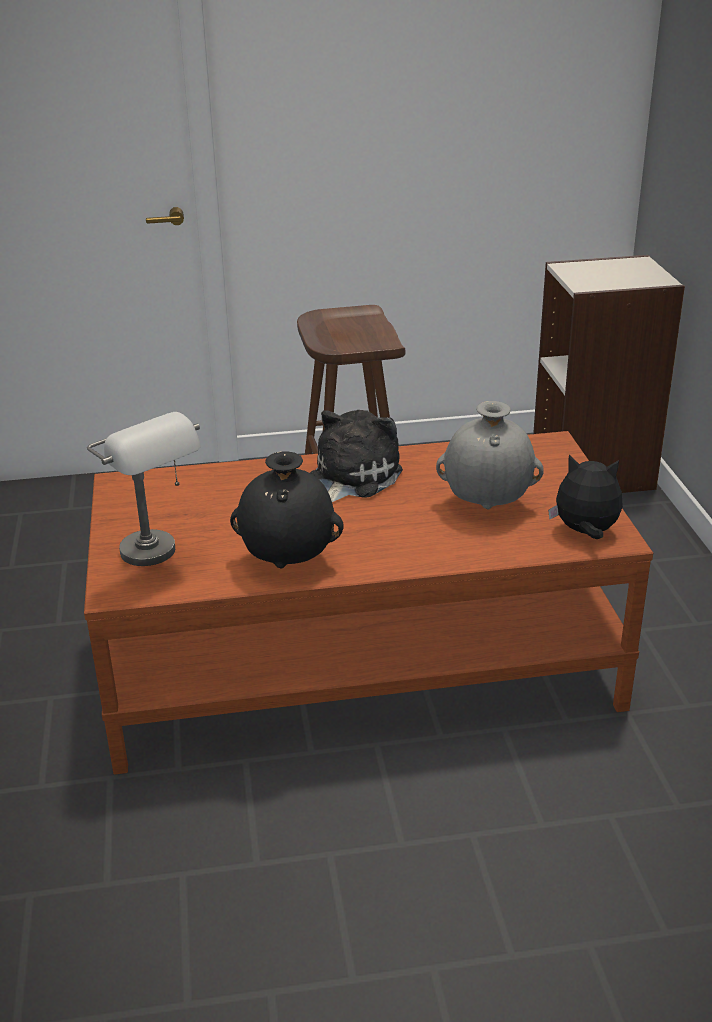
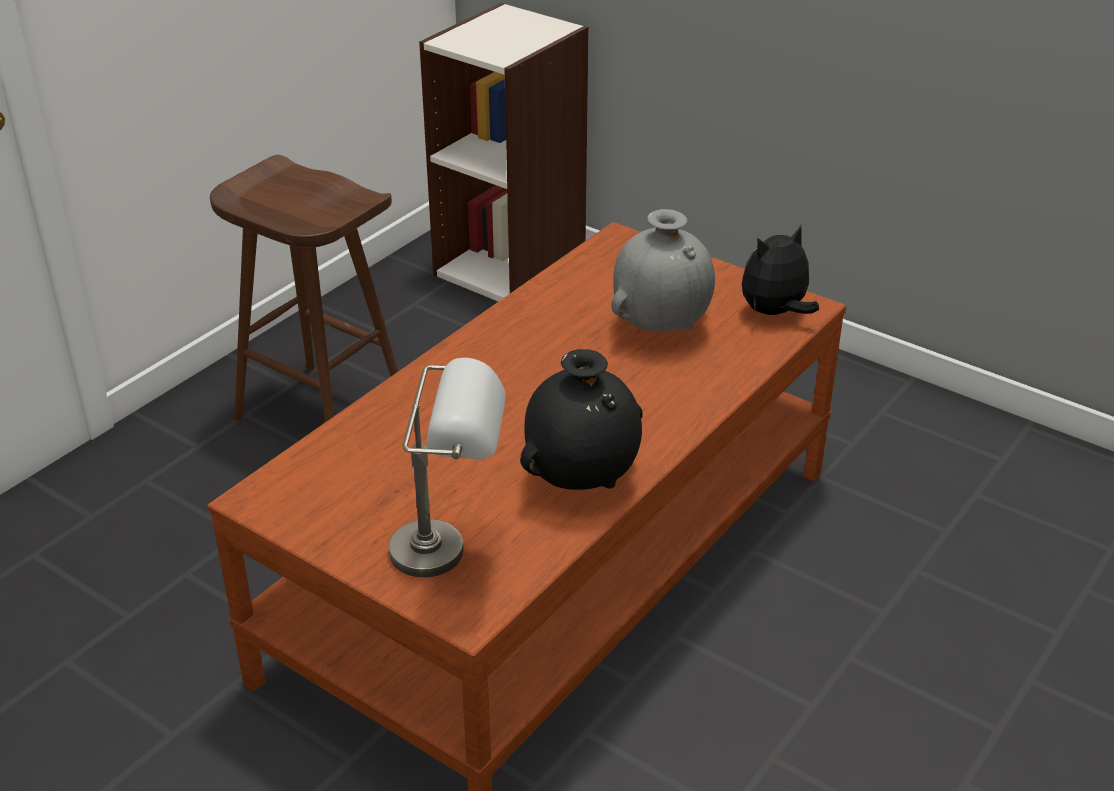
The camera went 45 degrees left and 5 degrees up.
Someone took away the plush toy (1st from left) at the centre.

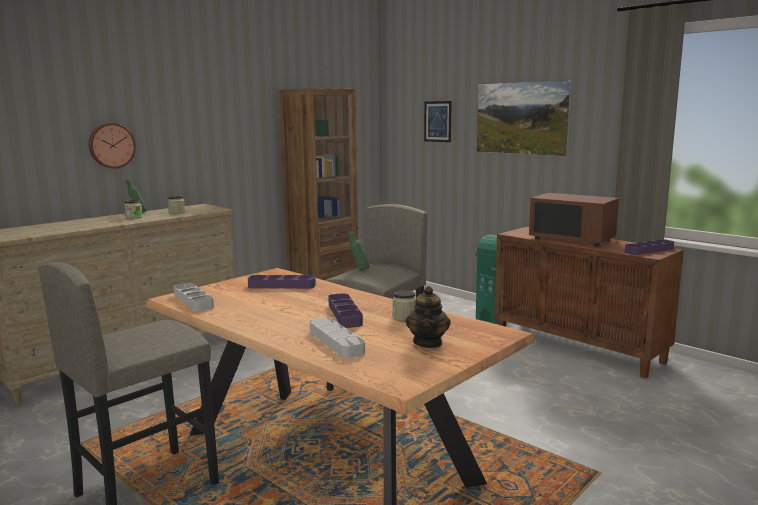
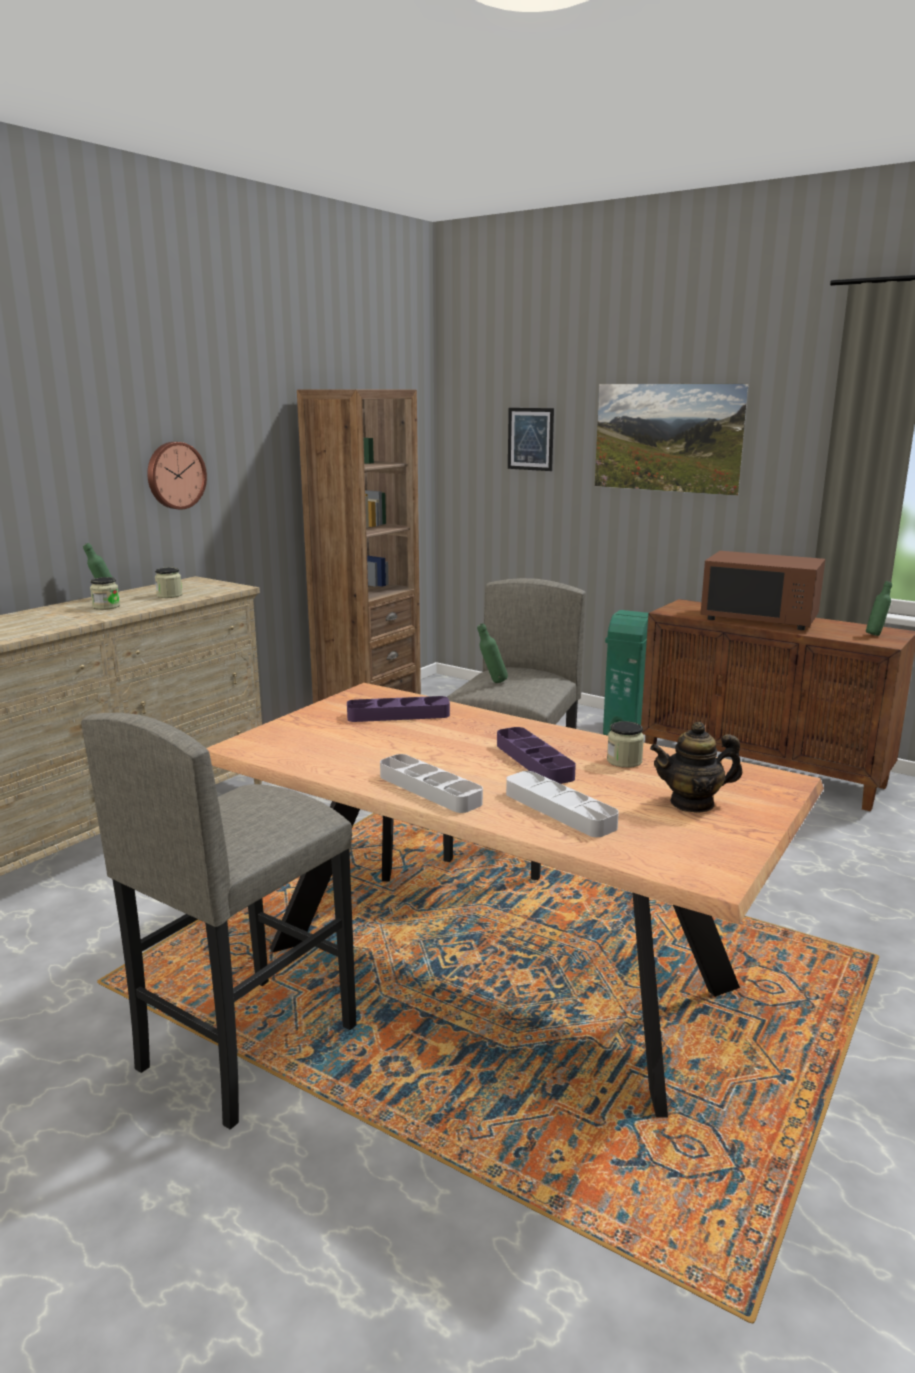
The camera went 10 degrees left and 5 degrees up.
Someone carried the wall clock from the top left to the middle left.
Someone carried the tray in grey (1st from left) from the middle left to the centre.
Someone swapped the tray in purple (3rd from left) at the middle right for the bottle in green (3rd from left) at the middle right.
Someone rotated the teapot at the centre by 90 degrees clockwise.

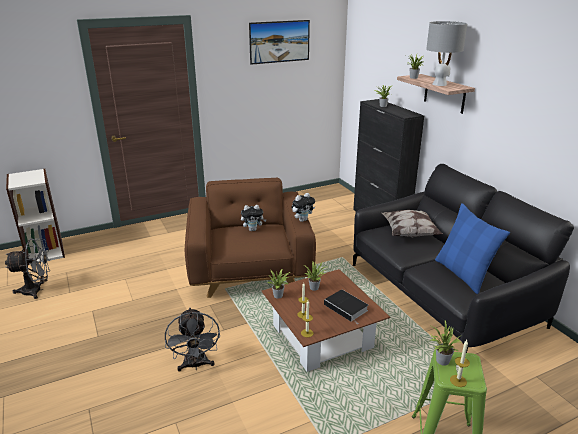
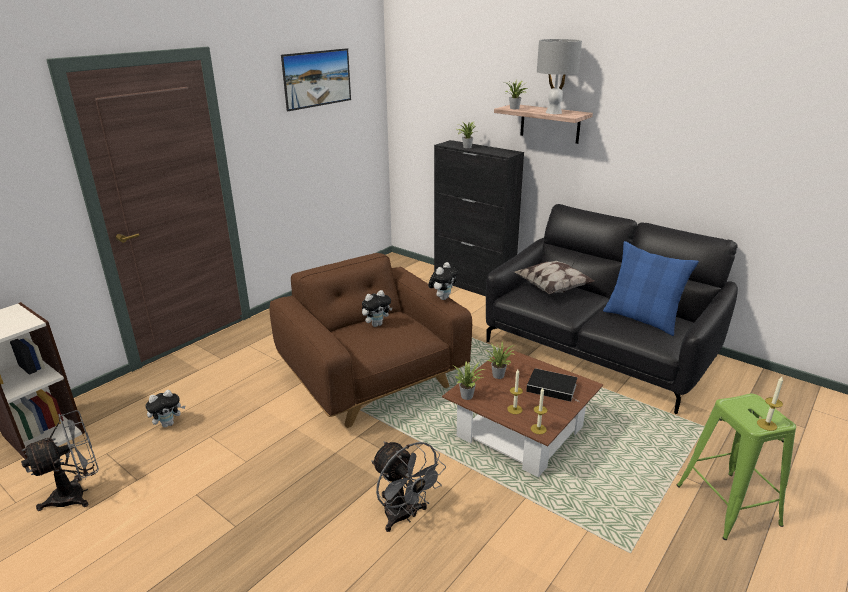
The camera went 25 degrees left and 0 degrees up.
Someone took away the potted plant (5th from left) at the bottom right.
Someone put down the plush toy (1st from left) at the bottom left.

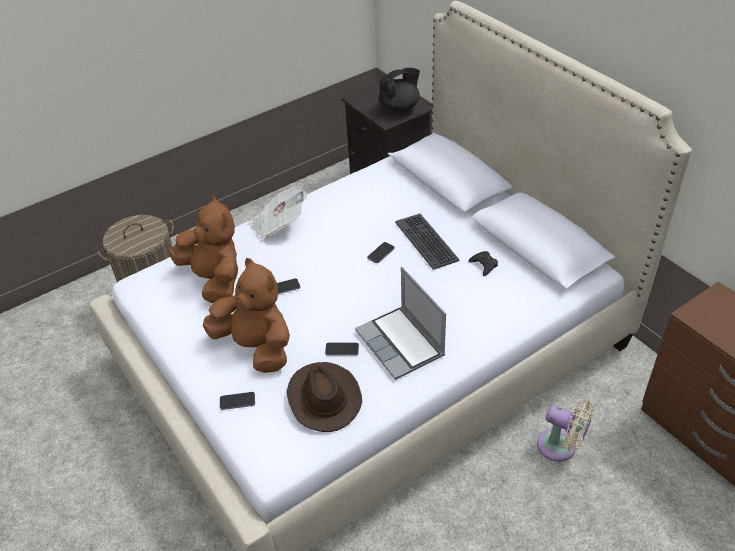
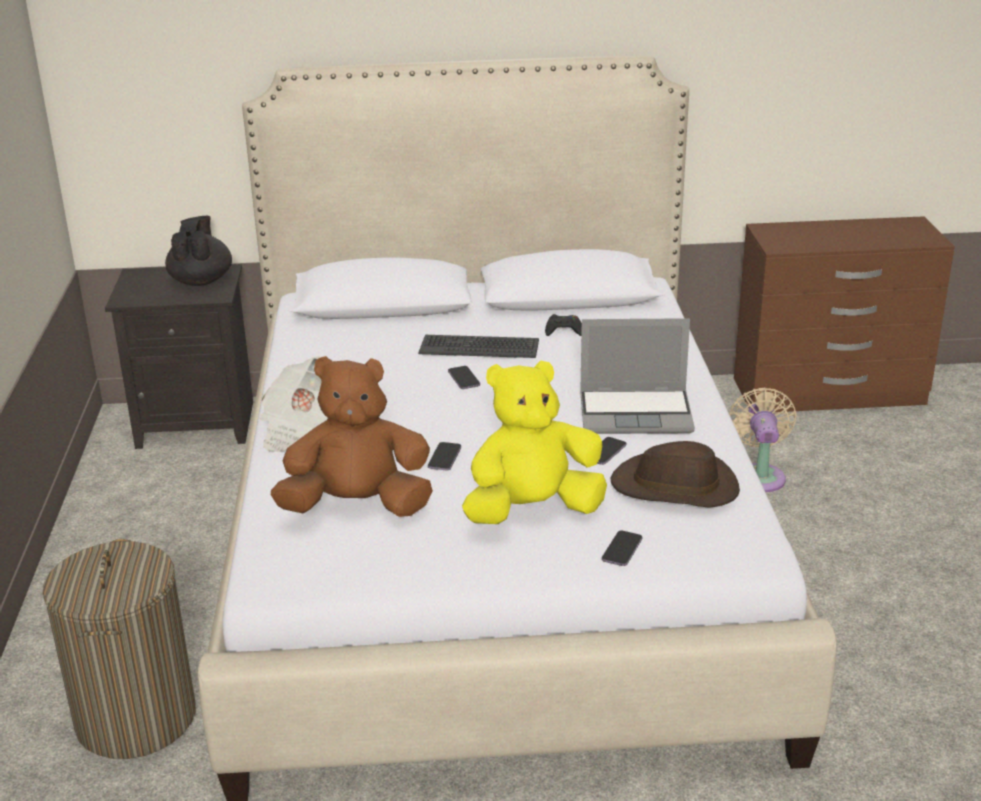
The camera went 60 degrees left and 15 degrees down.
Someone repainted the plush toy in brown (2nd from left) at the centre, which became the plush toy in yellow at the centre.
Someone rotated the fan in beige at the bottom right by 60 degrees counterclockwise.

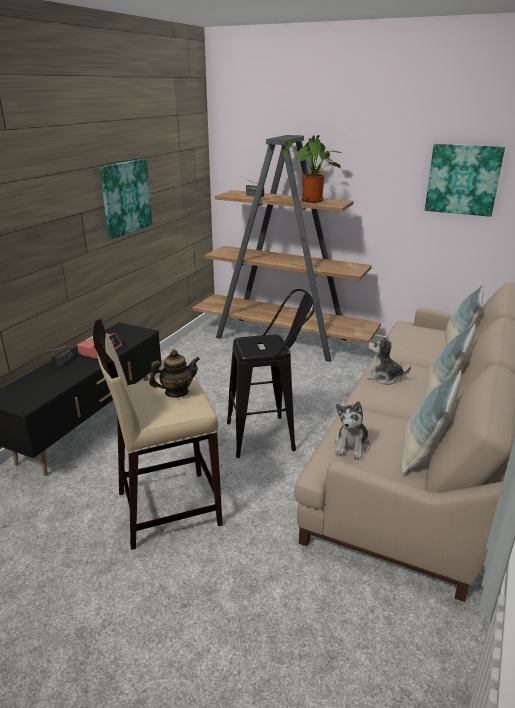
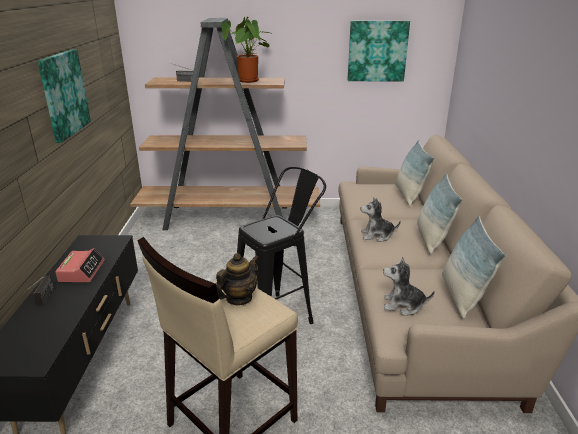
The camera went 25 degrees left and 0 degrees up.
Someone rotated the plush toy (1st from left in the first image) at the middle right by 105 degrees clockwise.

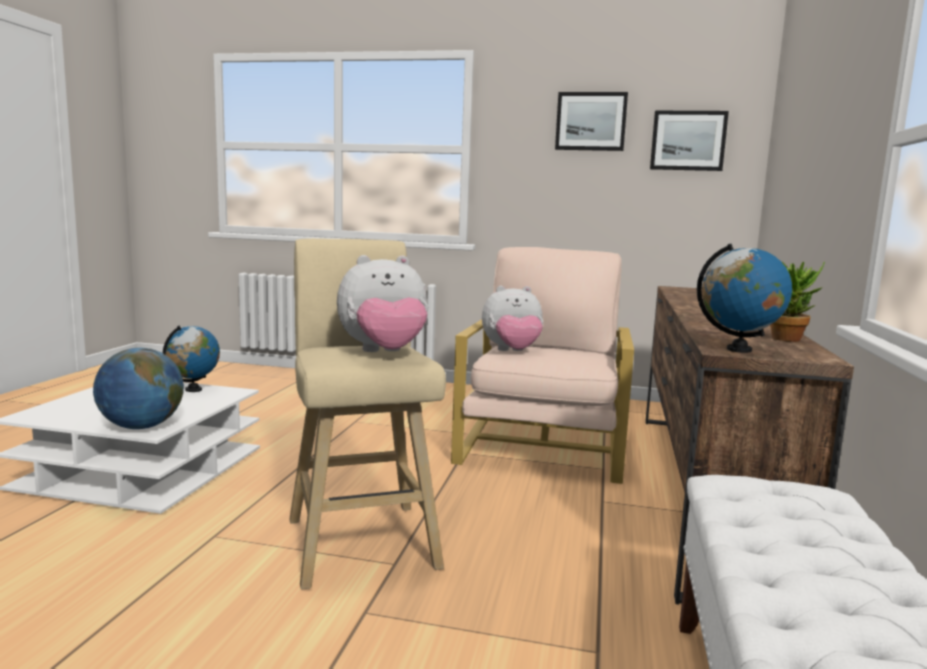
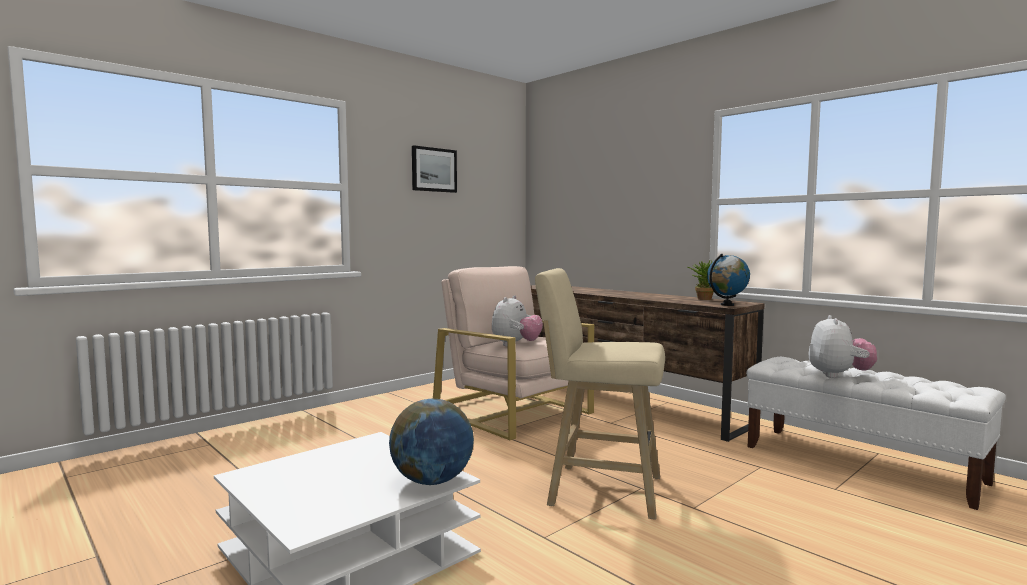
The camera went 55 degrees left and 5 degrees down.
Someone took away the globe (2nd from left) at the middle left.
Someone took away the picture (2nd from left) at the top right.
Someone carried the plush toy (1st from left in the first image) from the centre to the middle right.

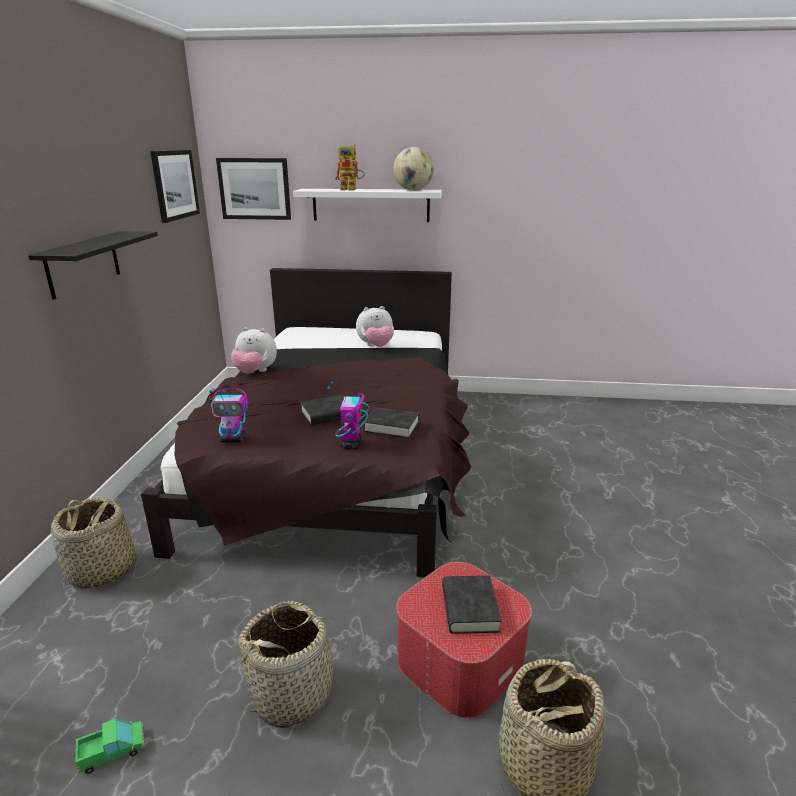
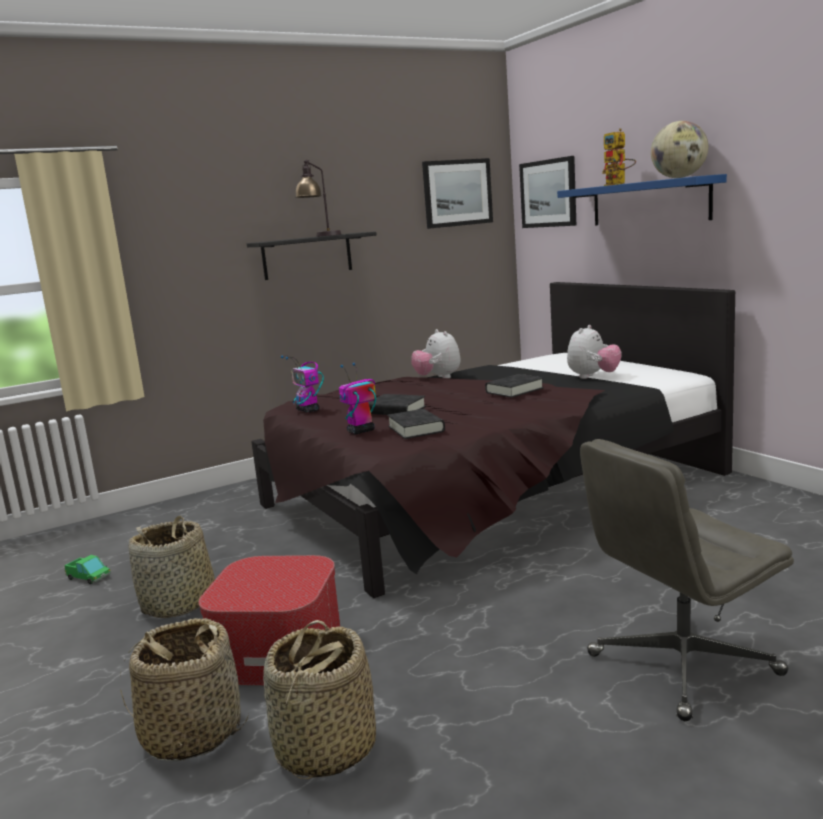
The camera went 55 degrees right and 10 degrees down.
Someone put down the table lamp at the top centre.
Someone put down the office chair in grey at the bottom right.
Someone carried the basket (1st from left in the first image) from the bottom left to the bottom centre.
Someone carried the book in black (3rd from left) from the bottom centre to the centre.
Someone repainted the shelf in white at the top centre, which became the shelf in blue at the top right.
Someone rotated the plush toy (2nd from left) at the centre by 90 degrees counterclockwise.

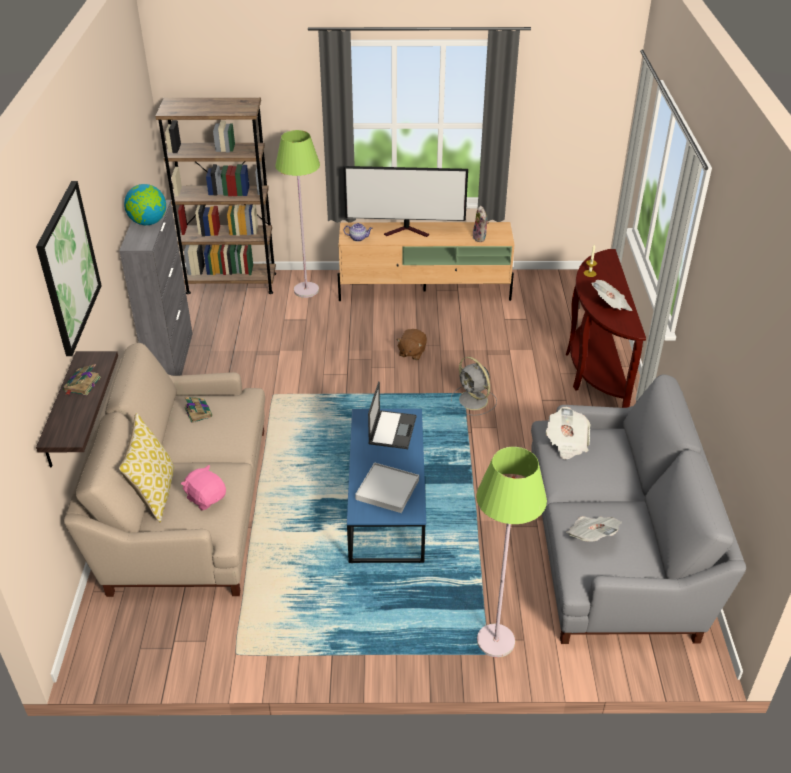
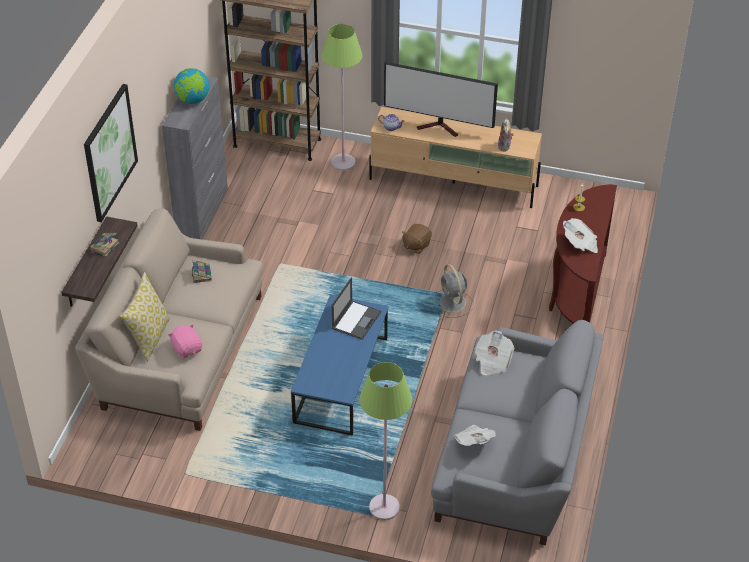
The camera went 15 degrees right and 5 degrees up.
Someone took away the tray in white at the centre.

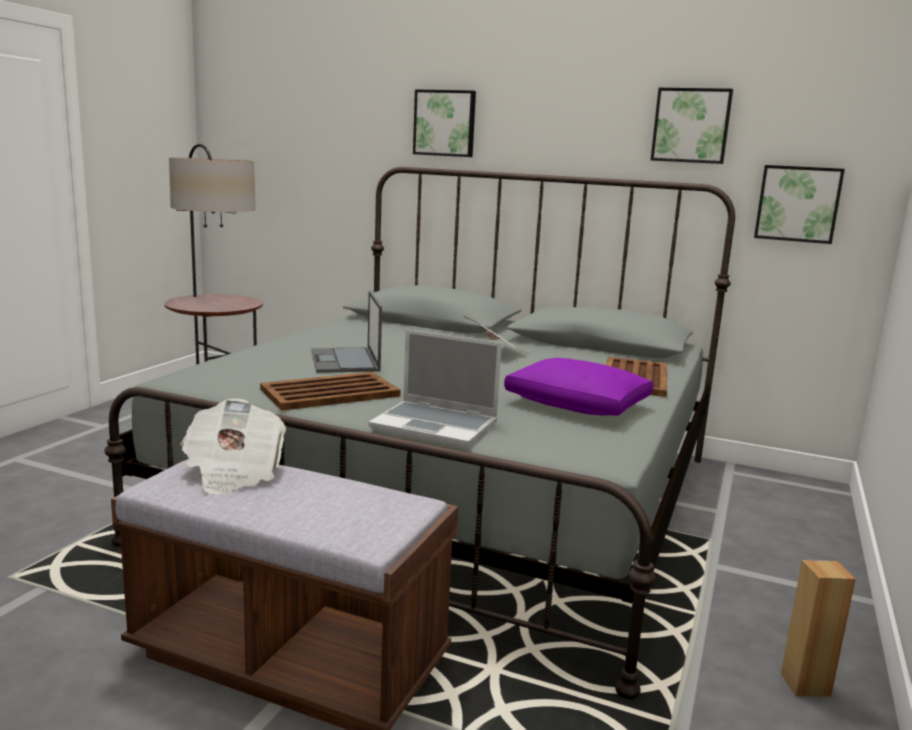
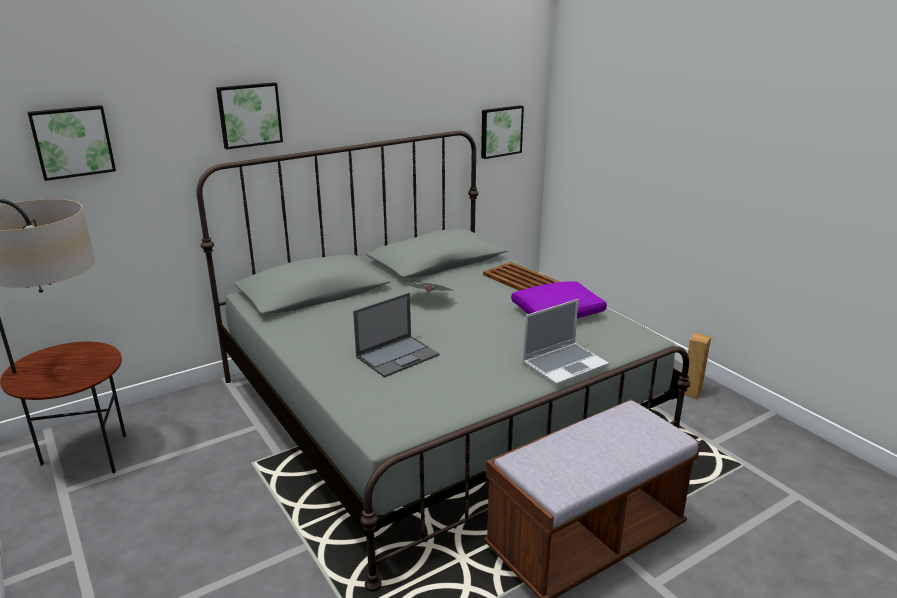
The camera went 55 degrees left and 10 degrees up.
Someone took away the newspaper (1st from left) at the middle left.
Someone took away the tray in brown (1st from left) at the centre.
Someone carried the picture (2nd from left in the first image) from the top right to the top left.
Someone rotated the laptop (1st from left) at the centre by 60 degrees counterclockwise.

